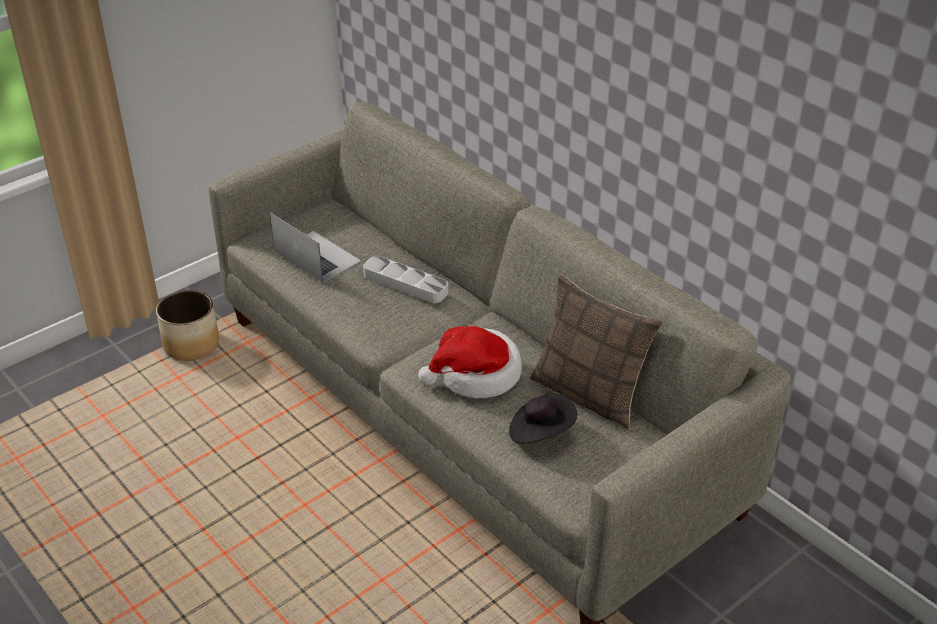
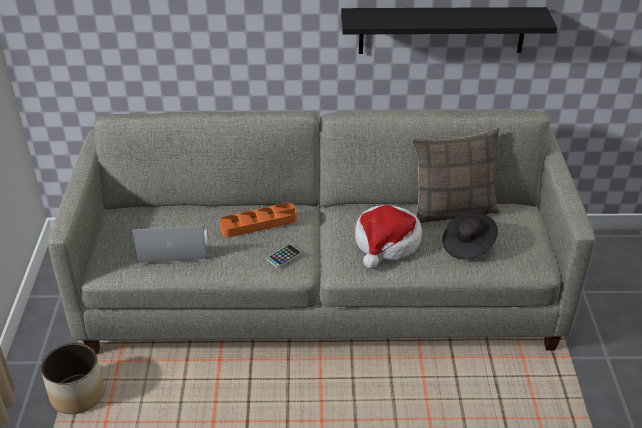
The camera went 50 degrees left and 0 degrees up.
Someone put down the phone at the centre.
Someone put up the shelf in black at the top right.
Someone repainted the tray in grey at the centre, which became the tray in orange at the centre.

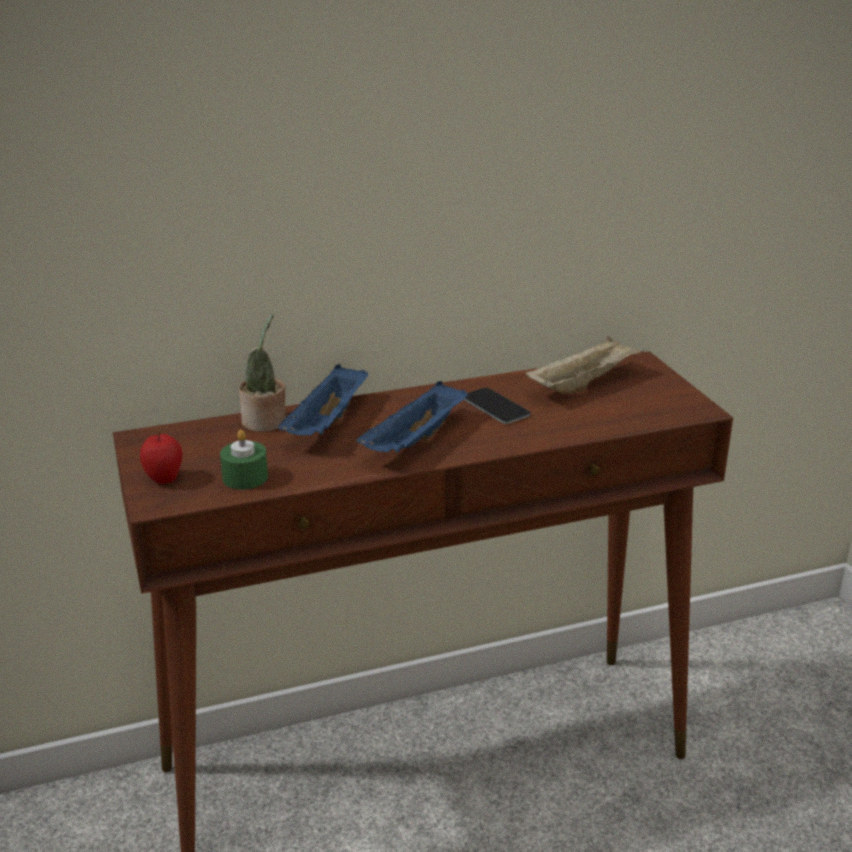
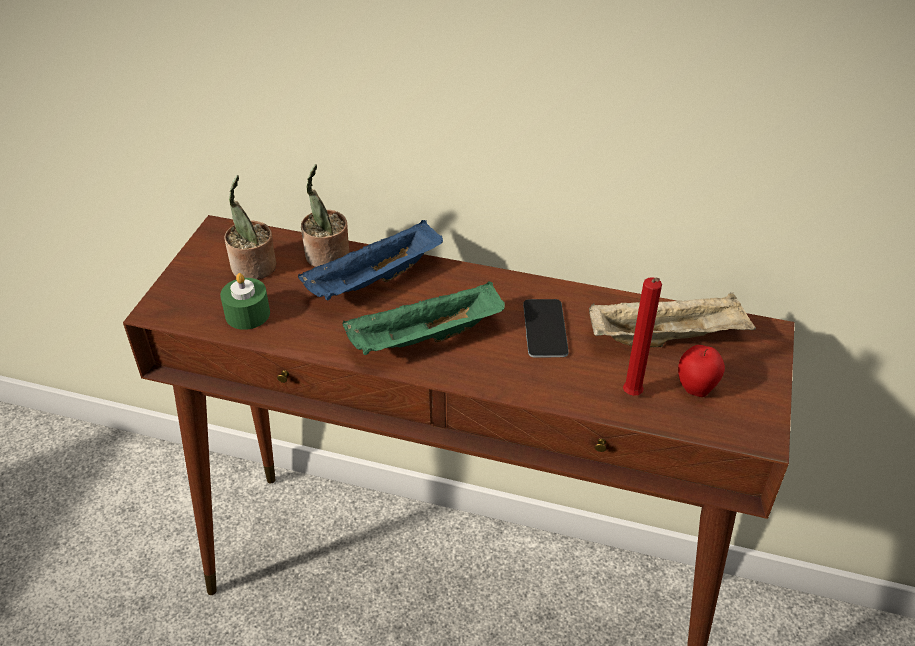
The camera went 35 degrees right and 15 degrees up.
Someone put down the potted plant (1st from left) at the middle left.
Someone put down the candle in red at the middle right.
Someone carried the apple from the middle left to the middle right.
Someone repainted the tray in blue (2nd from left) at the centre, which became the tray in green at the centre.

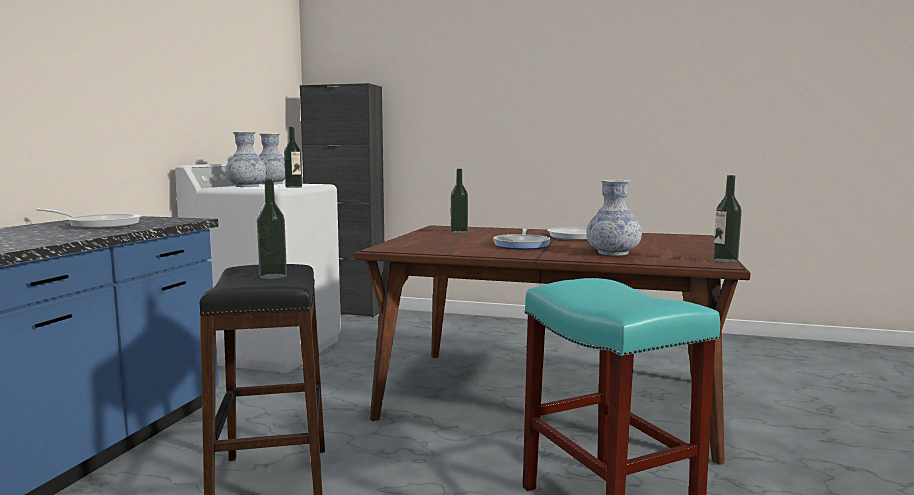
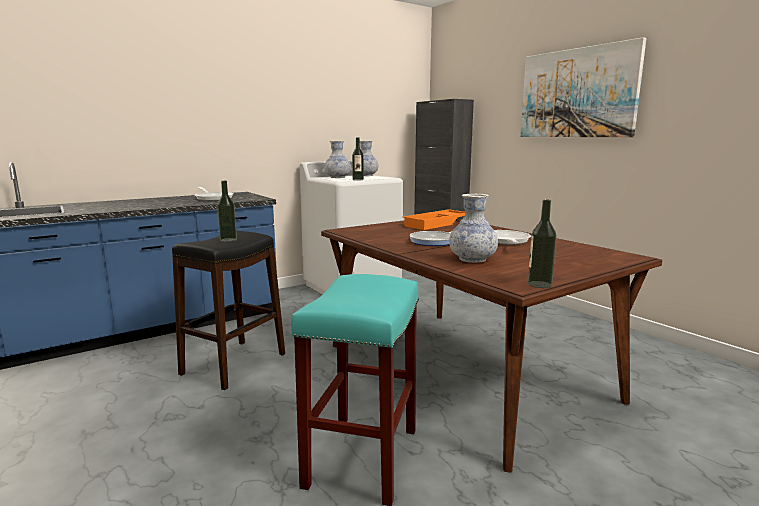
The camera went 40 degrees right and 5 degrees up.
Someone put up the picture at the top right.
Someone swapped the bottle (3rd from left) at the centre for the tray in orange at the centre.

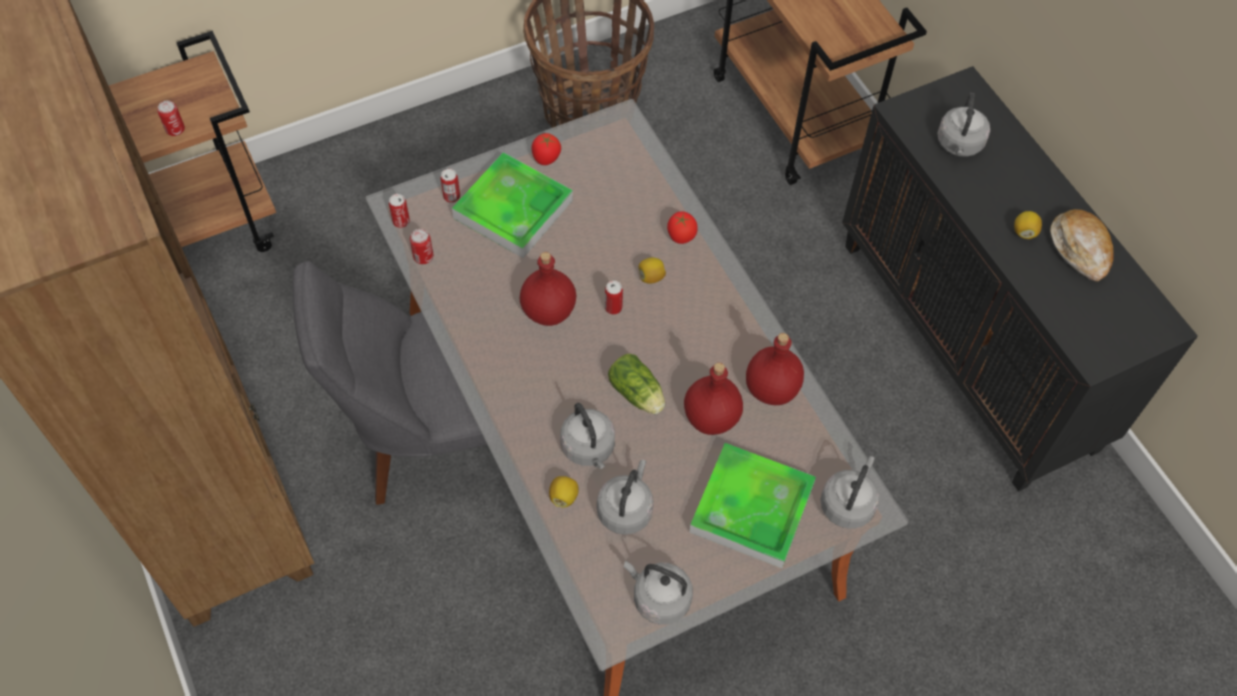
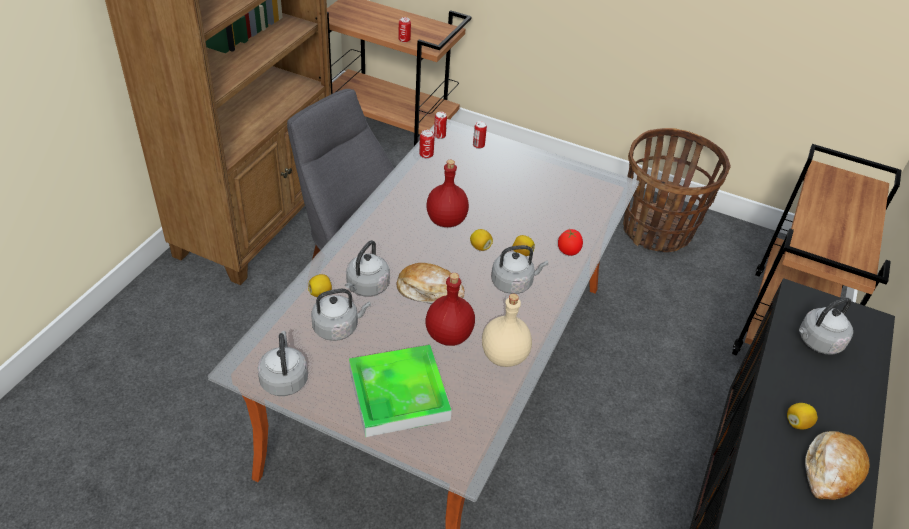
The camera went 50 degrees right and 15 degrees down.
Someone took away the tray (1st from left) at the top centre.
Someone took away the tomato (1st from left) at the top centre.
Someone carried the kettle in grey (4th from left) from the bottom right to the centre.
Someone swapped the can (5th from left) at the centre for the lemon (2nd from left) at the centre.
Someone swapped the lettuce at the centre for the bread (1st from left) at the centre.
Someone repainted the bottle in red (3rd from left) at the centre, which became the bottle in beige at the centre.

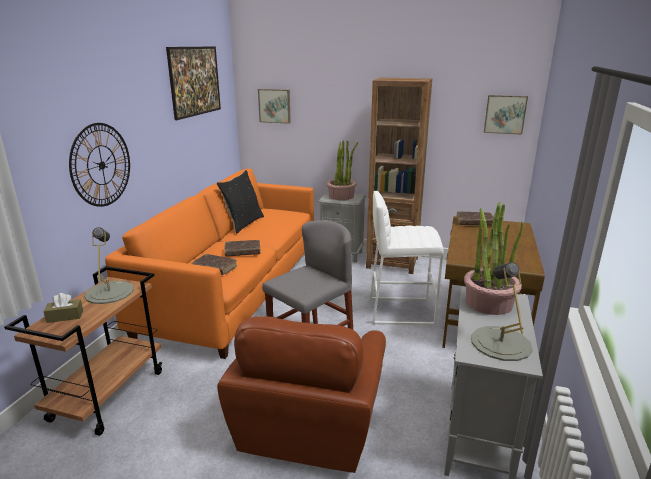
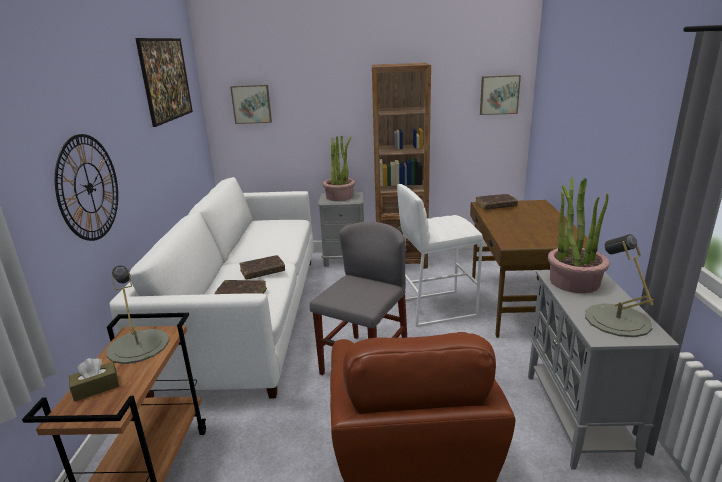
The camera went 15 degrees left and 0 degrees up.
Someone took away the pillow in black at the centre.
Someone repainted the sofa in orange at the middle left, which became the sofa in white at the middle left.

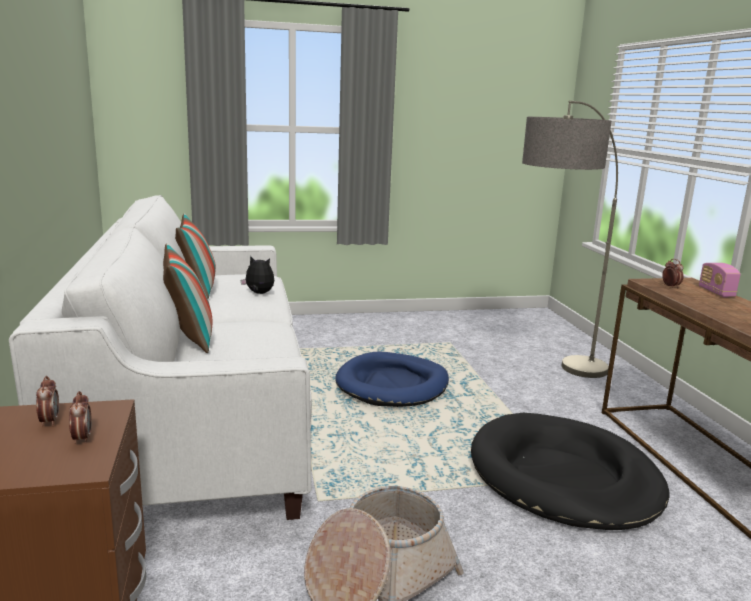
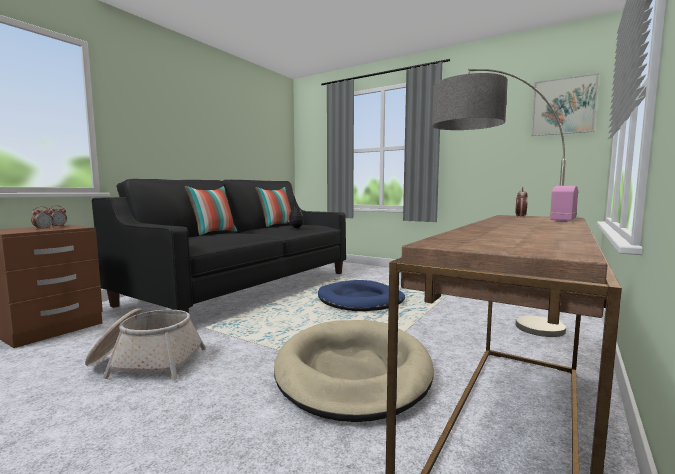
The camera went 45 degrees right and 10 degrees down.
Someone put up the picture at the top right.
Someone repainted the sofa in white at the middle left, which became the sofa in black at the middle left.
Someone repainted the dog bed in black at the bottom right, which became the dog bed in beige at the bottom centre.

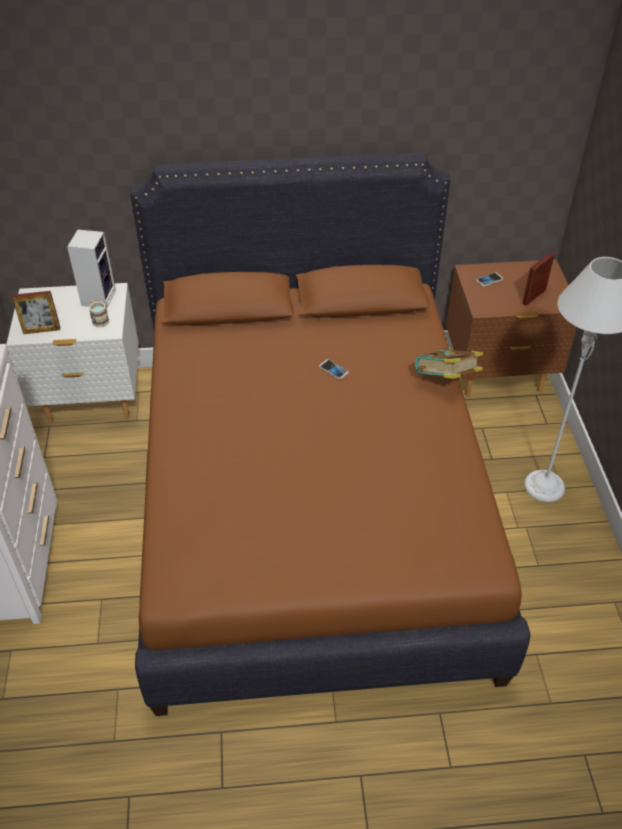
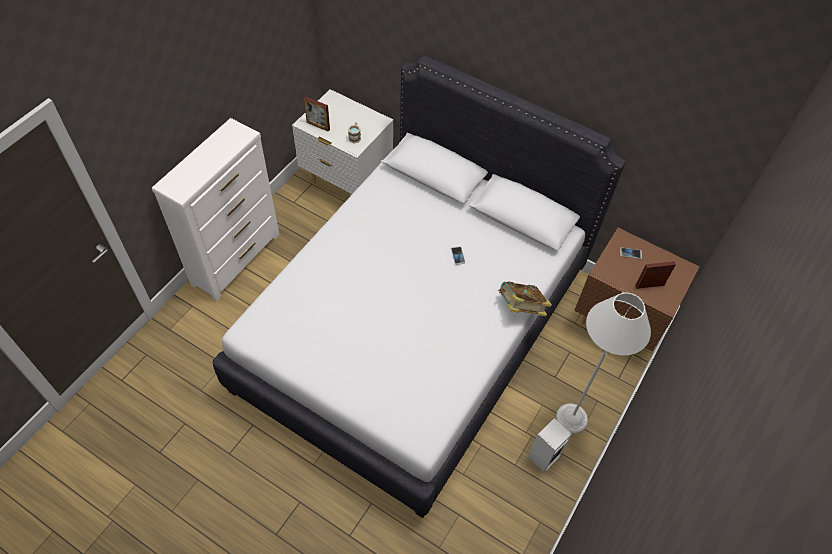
The camera went 35 degrees right and 10 degrees up.
Someone carried the speaker from the top left to the bottom centre.
Someone repainted the bed in brown at the centre, which became the bed in white at the centre.

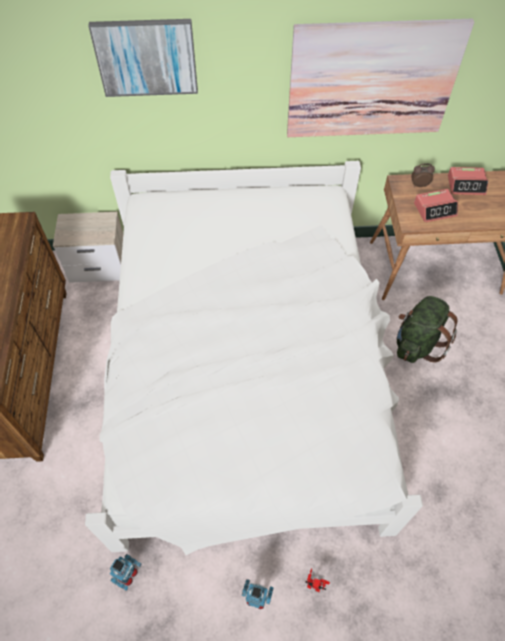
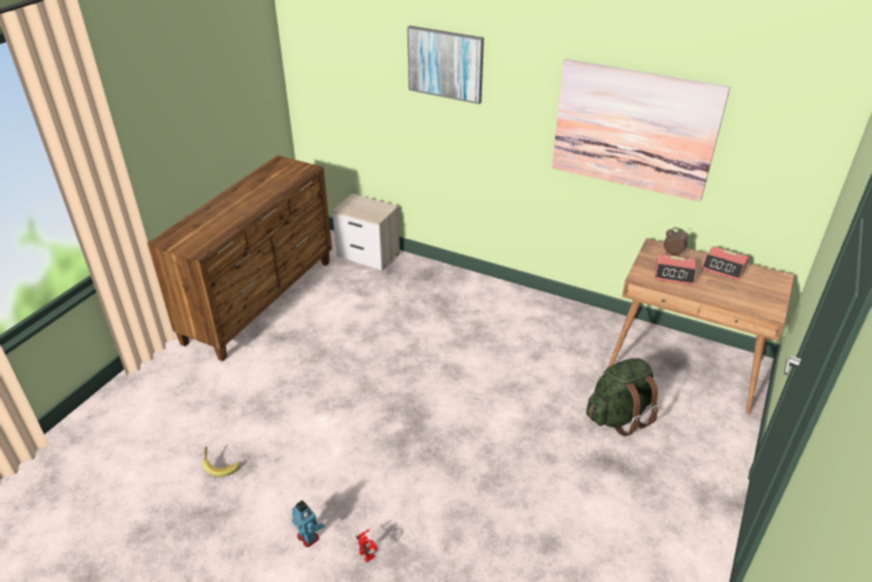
The camera went 30 degrees right and 20 degrees down.
Someone took away the bed in white at the centre.
Someone swapped the toy robot (1st from left) at the bottom left for the banana at the bottom left.

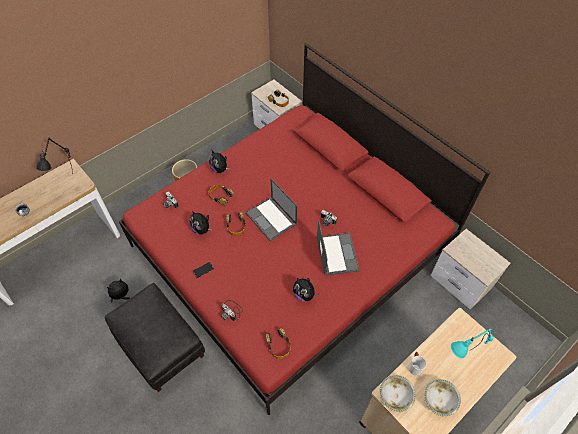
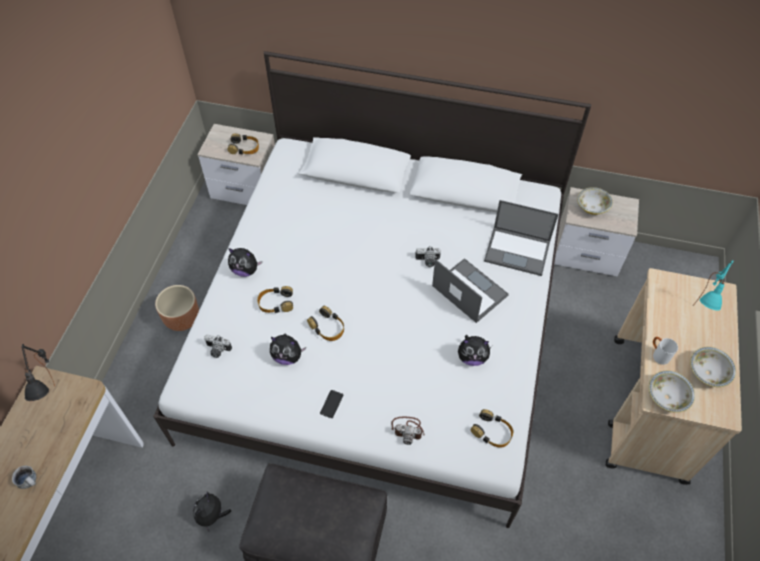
The camera went 35 degrees left and 0 degrees up.
Someone put down the bowl (1st from left) at the middle right.
Someone carried the laptop (1st from left in the first image) from the centre to the middle right.
Someone repainted the bed in red at the centre, which became the bed in white at the centre.

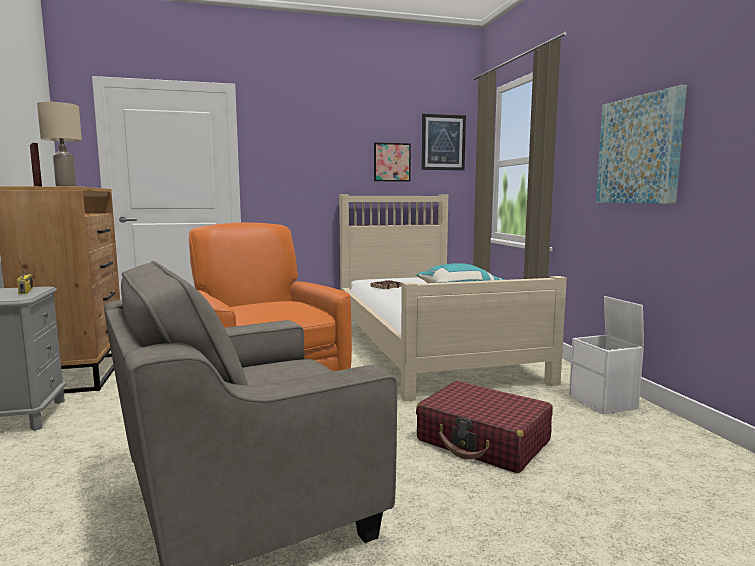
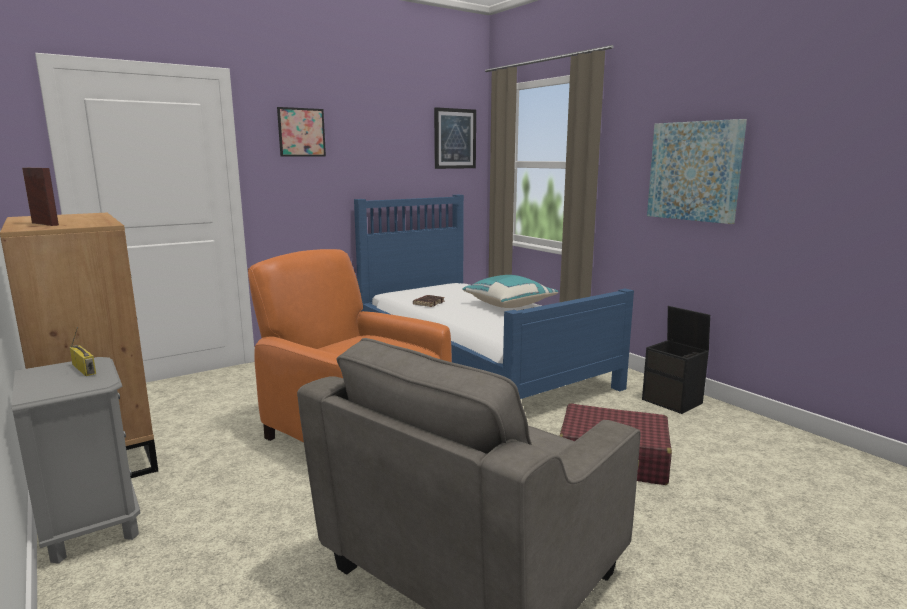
The camera went 20 degrees left and 5 degrees up.
Someone took away the table lamp in beige at the top left.
Someone carried the picture (1st from left) from the top centre to the top left.
Someone repainted the bed in beige at the centre, which became the bed in blue at the centre.
Someone repainted the storage box in white at the middle right, which became the storage box in black at the middle right.

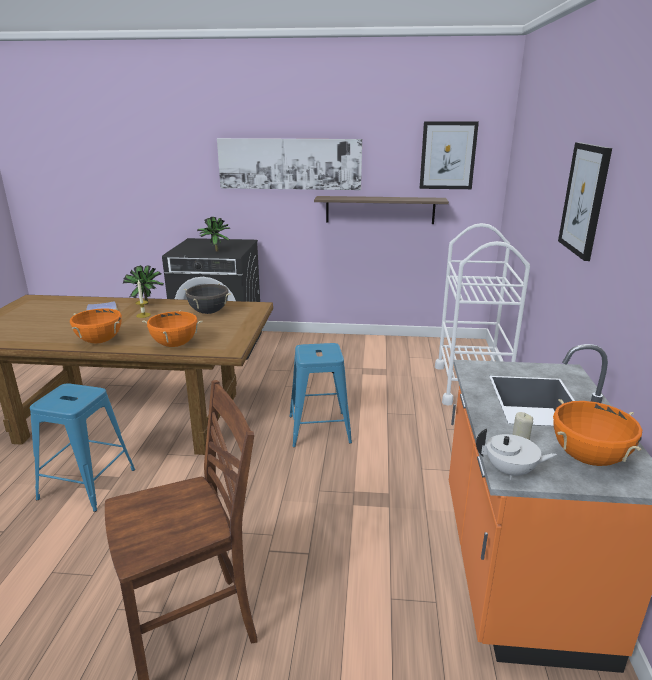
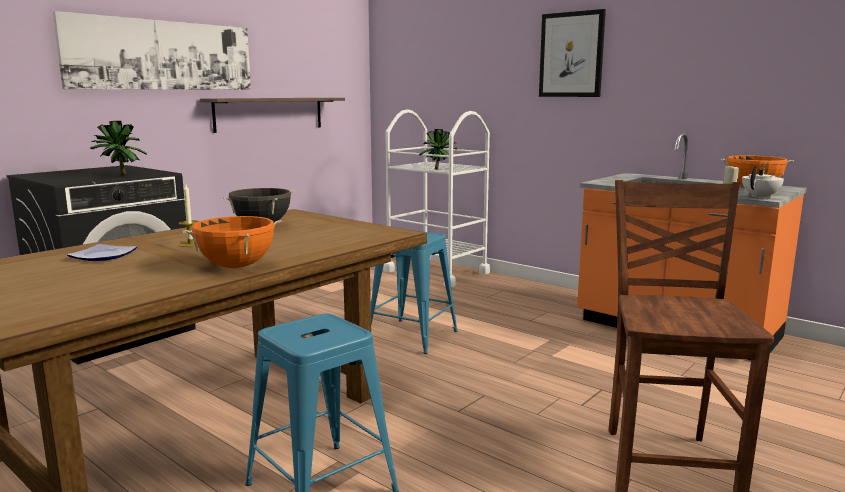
The camera went 55 degrees left and 10 degrees down.
Someone took away the cooking pot in orange (2nd from left) at the middle left.
Someone took away the picture (2nd from left) at the top right.
Someone carried the potted plant (1st from left in the first image) from the middle left to the top centre.

